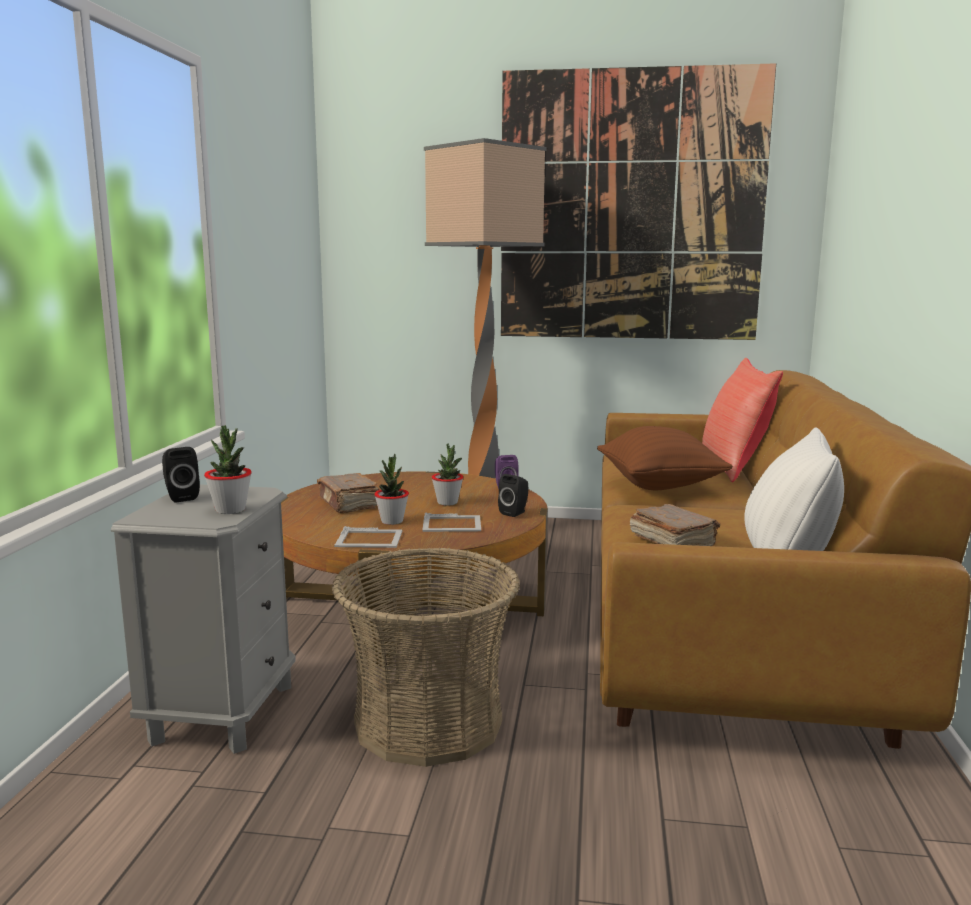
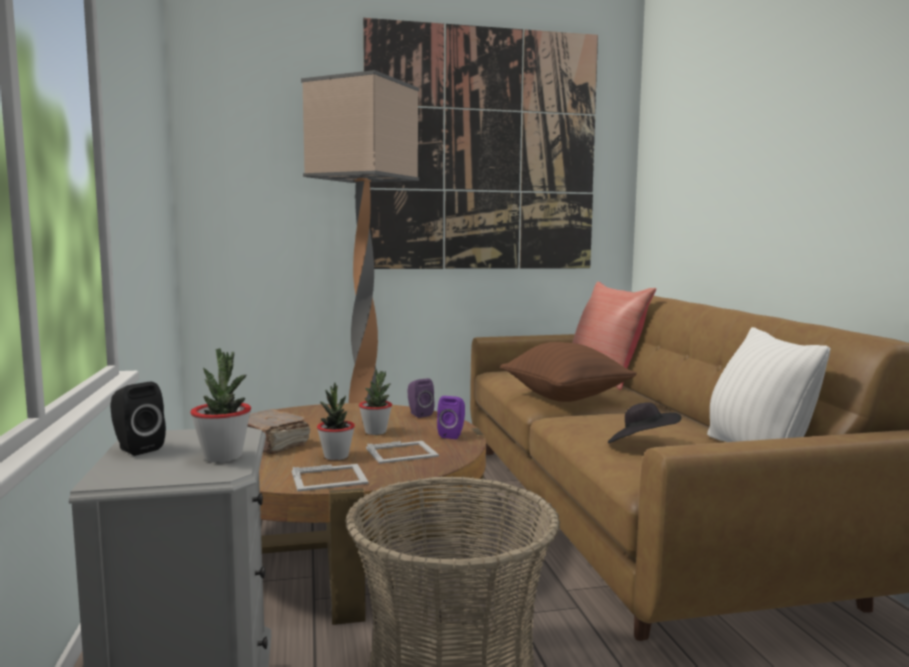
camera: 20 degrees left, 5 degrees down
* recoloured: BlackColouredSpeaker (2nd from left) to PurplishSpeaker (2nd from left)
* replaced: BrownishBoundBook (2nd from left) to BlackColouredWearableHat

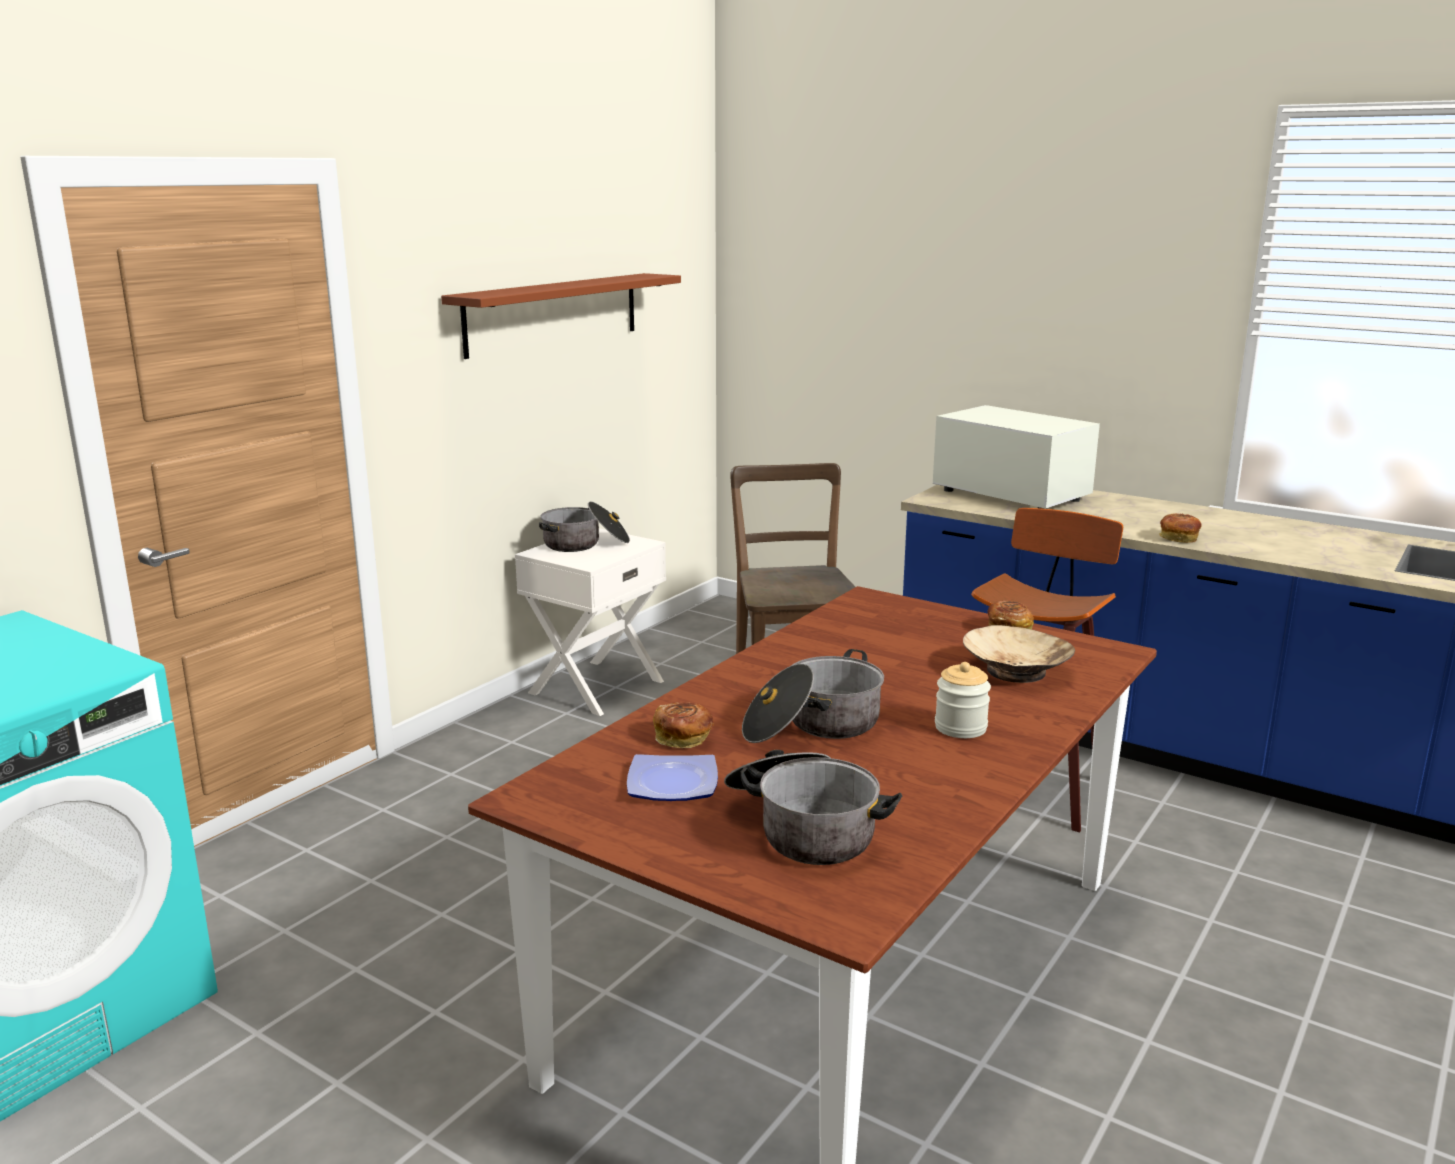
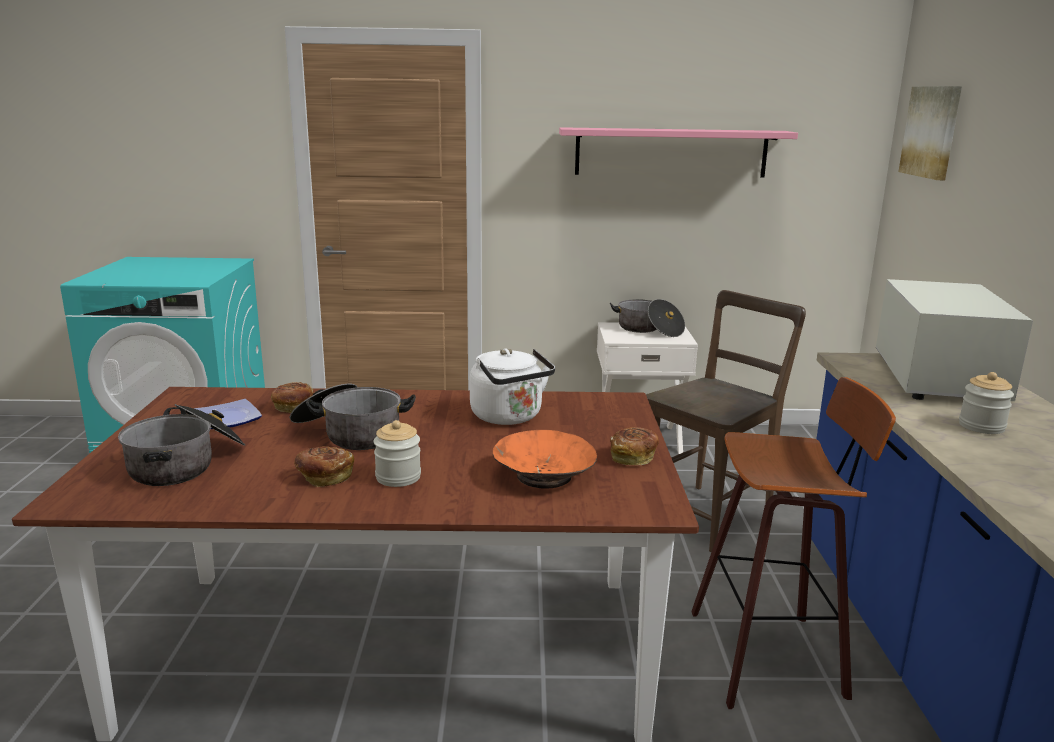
camera: 55 degrees right, 0 degrees up
* moved: BakedBread (3rd from left in the first image) to BakedBread (2nd from left)
* added: WhiteColouredTeaKettle
* recoloured: BeigeDeepDish to OrangeyDeepDish
* recoloured: BrownishWallShelf to PinkWallShelf
* added: WallPicture
* added: Jar (2nd from left)

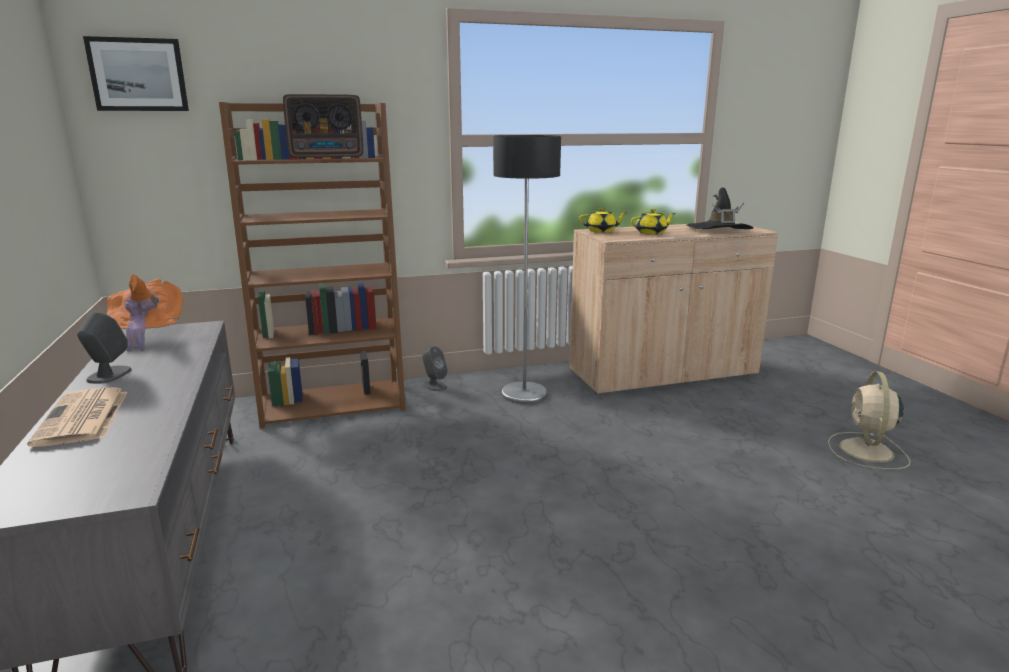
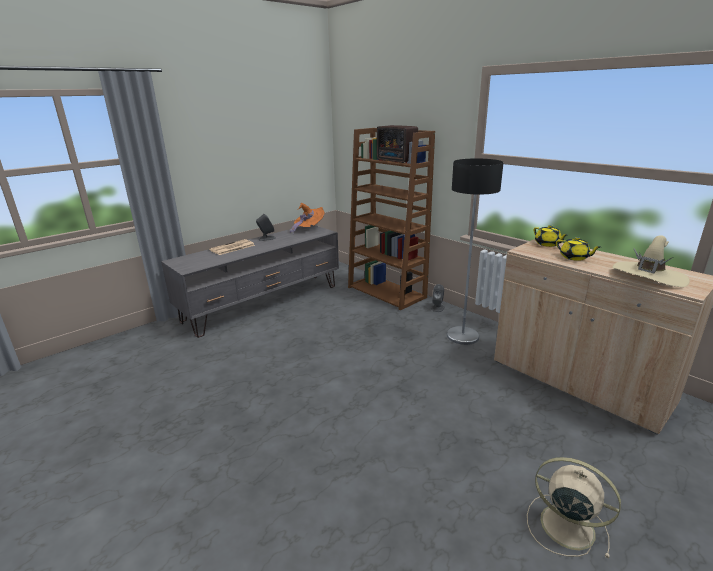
camera: 65 degrees right, 5 degrees up
* turned: BeigeFan 45 degrees clockwise
* recoloured: BlackColouredWearableHat to BeigeWearableHat
* removed: WallPicture

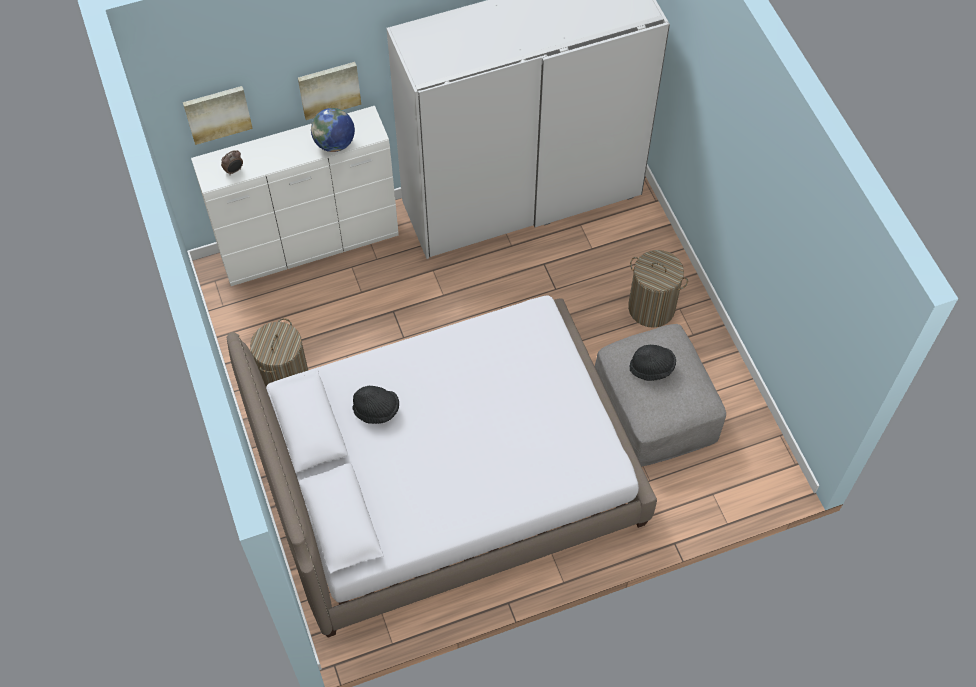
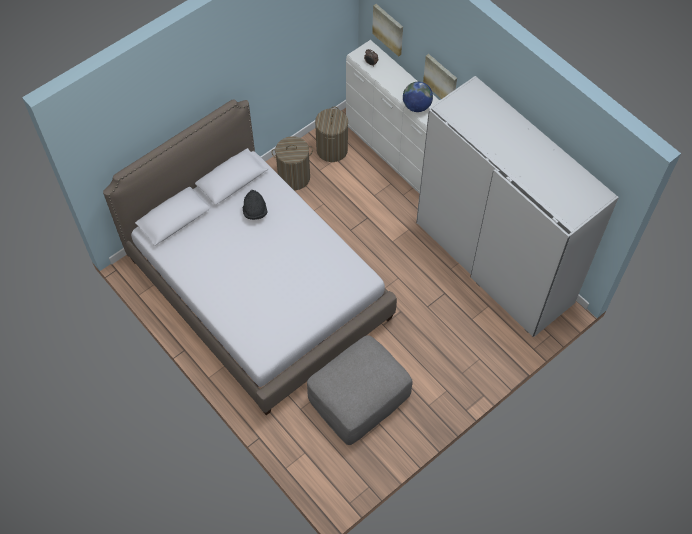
camera: 70 degrees right, 0 degrees up
* moved: LaundryBasket (2nd from left)
* removed: BlackColouredWearableHat (2nd from left)

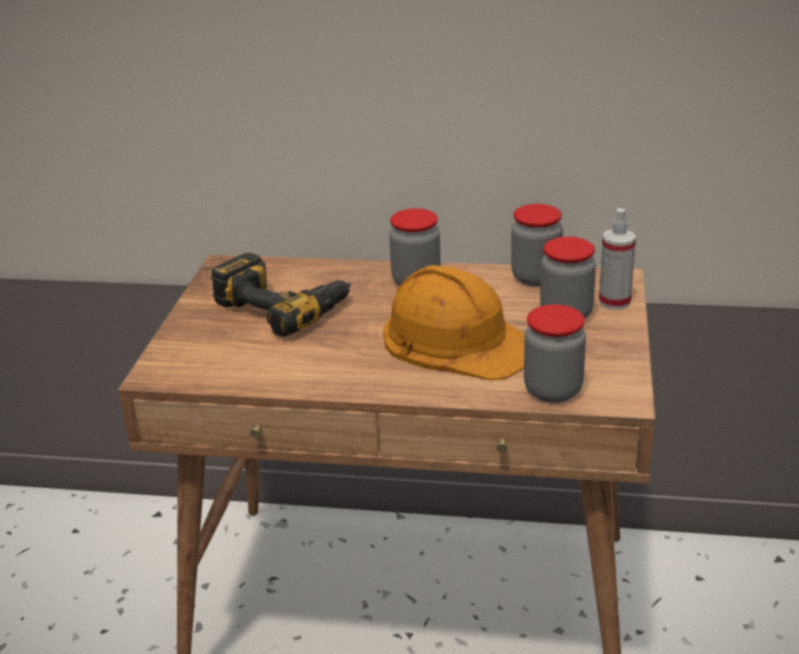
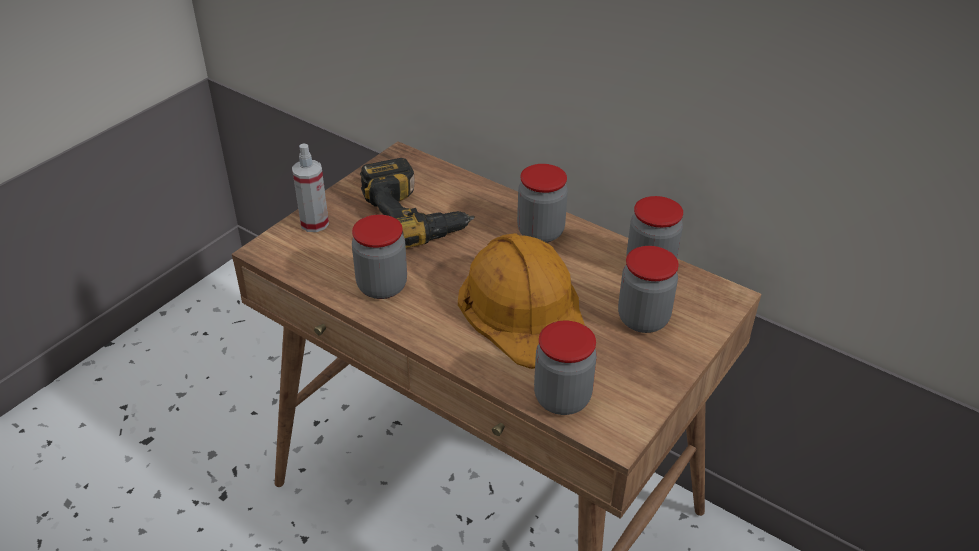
camera: 25 degrees right, 10 degrees up
* moved: SprayBottle
* added: Jar (1st from left)

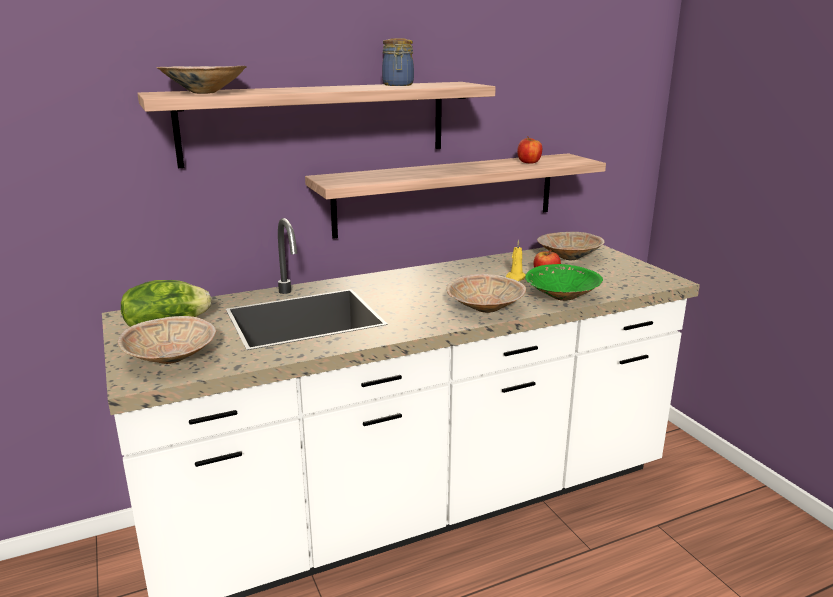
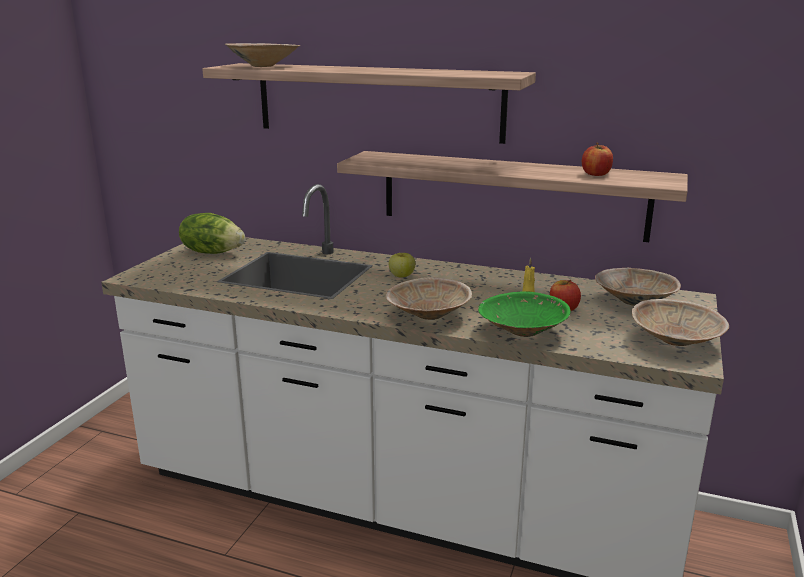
camera: 45 degrees right, 0 degrees up
* added: WholeApple (1st from left)
* moved: BeigeDeepDish (1st from left in the first image) to BeigeDeepDish (4th from left)
* removed: Jar

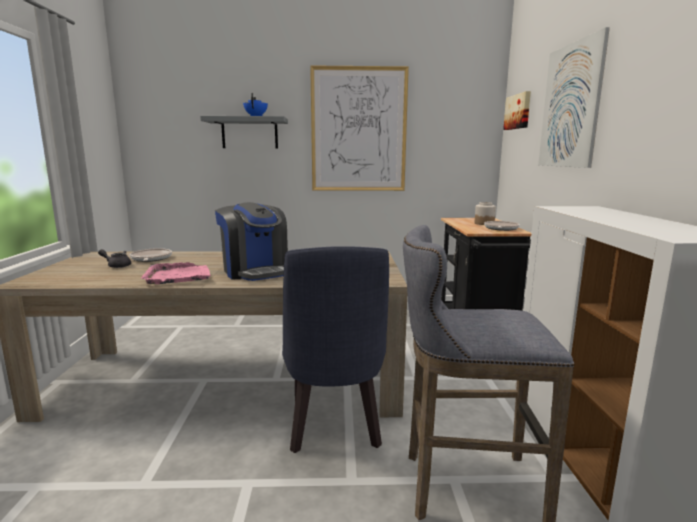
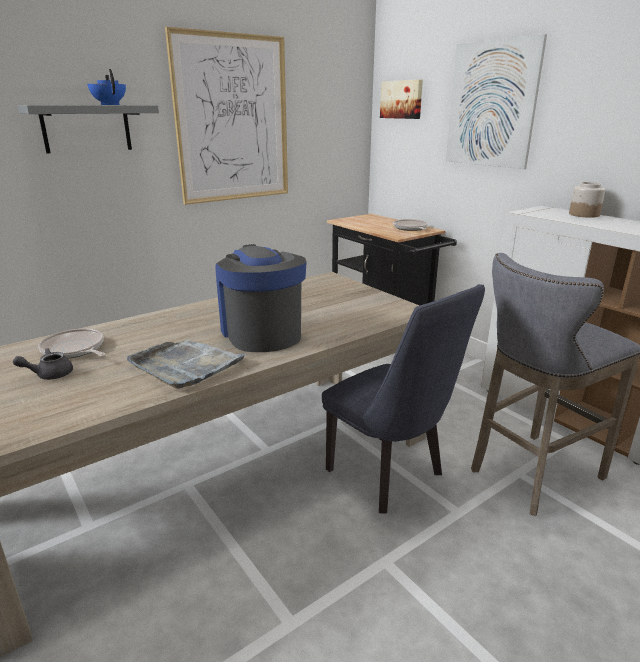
camera: 35 degrees left, 10 degrees up
* recoloured: PinkServingTray to GreyishServingTray
* turned: CoffeeMachine 135 degrees counterclockwise
* moved: Jar

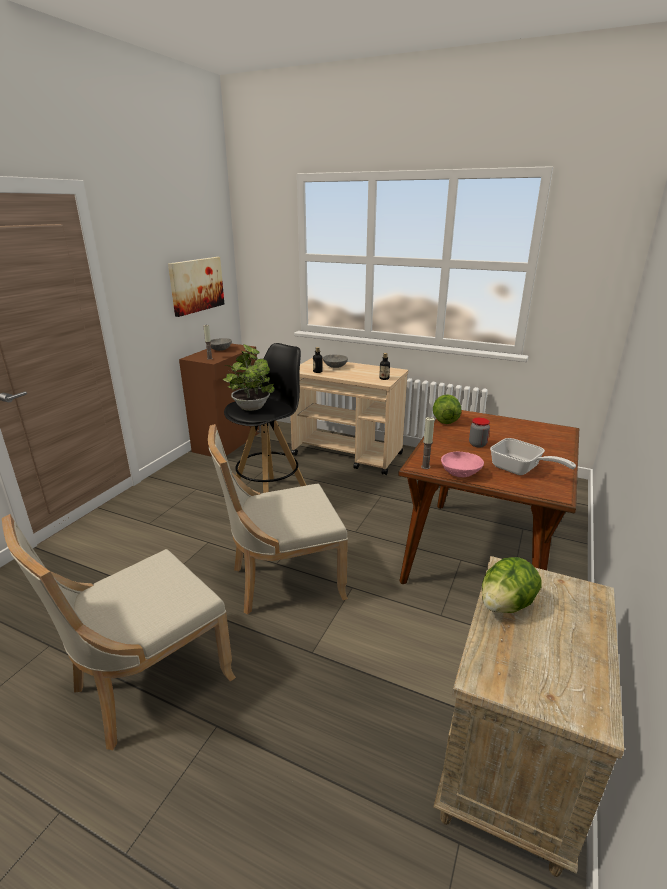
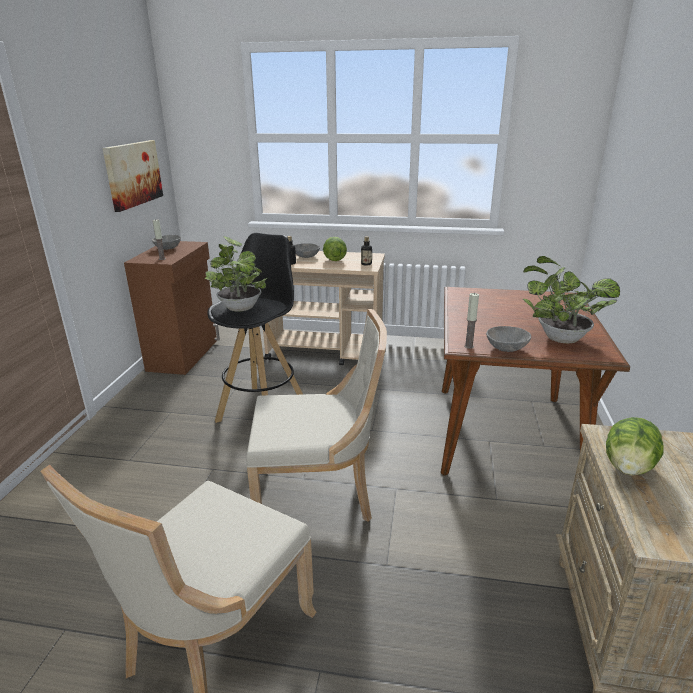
camera: 15 degrees left, 0 degrees up
* turned: BeigeUprightChair (2nd from left) 150 degrees counterclockwise
* moved: HeadOfLettuce (1st from left)
* recoloured: PinkDeepDish to GreyishDeepDish (3rd from left)
* replaced: Skillet to PlantInAPot (2nd from left)
* removed: Jar

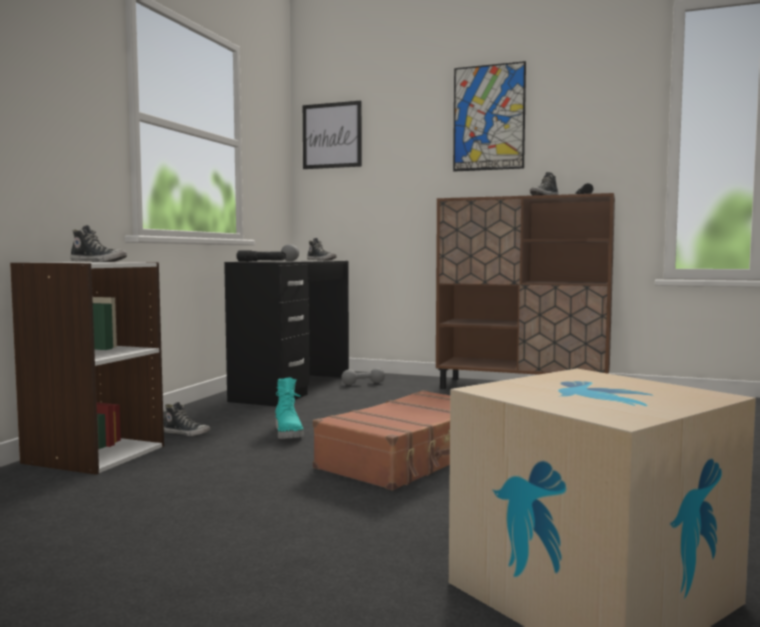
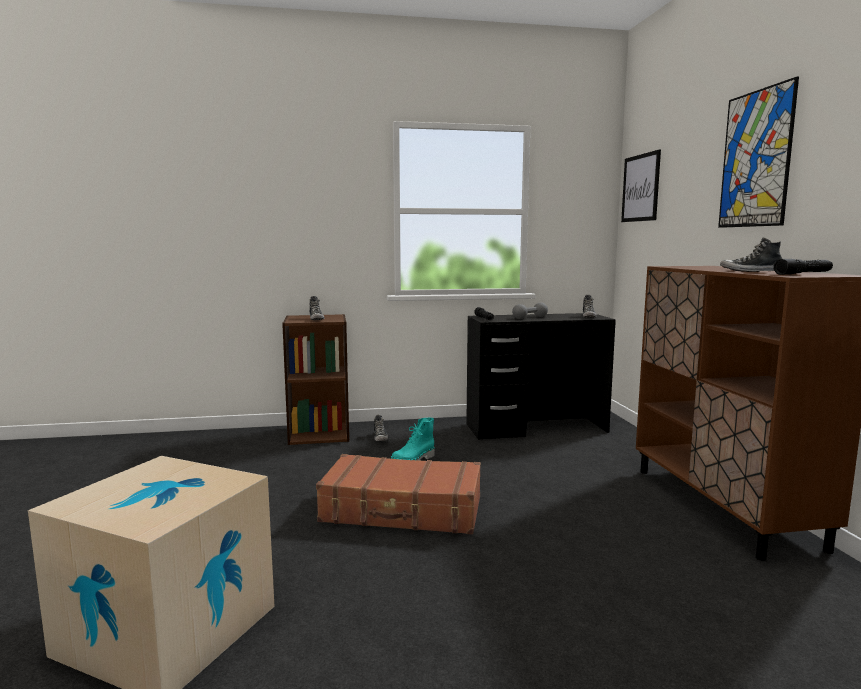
camera: 60 degrees right, 5 degrees up
* recoloured: WhiteColouredBookshelf to BrownishBookshelf
* removed: GreyishFreeWeight (2nd from left)

